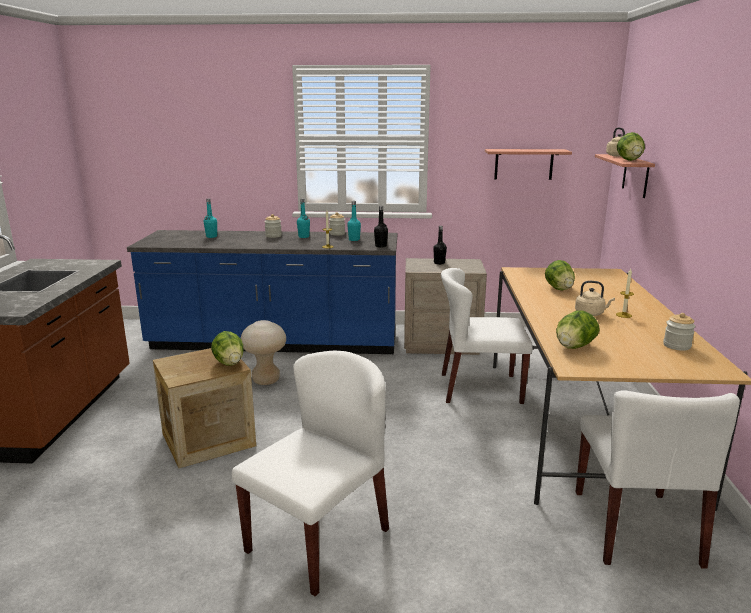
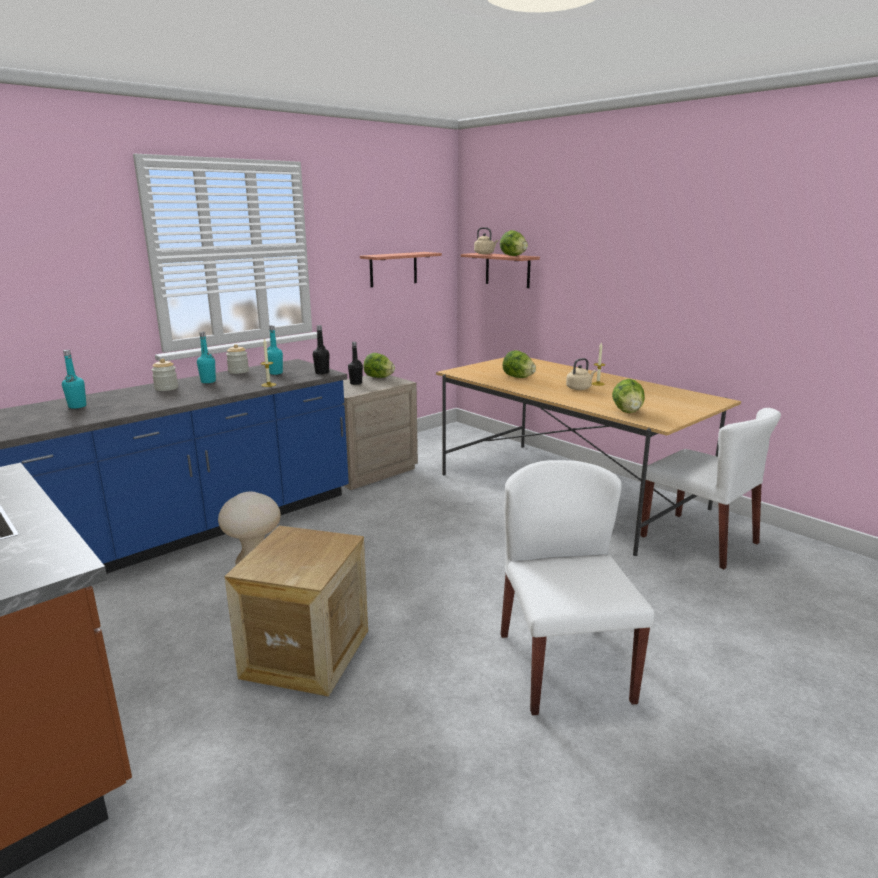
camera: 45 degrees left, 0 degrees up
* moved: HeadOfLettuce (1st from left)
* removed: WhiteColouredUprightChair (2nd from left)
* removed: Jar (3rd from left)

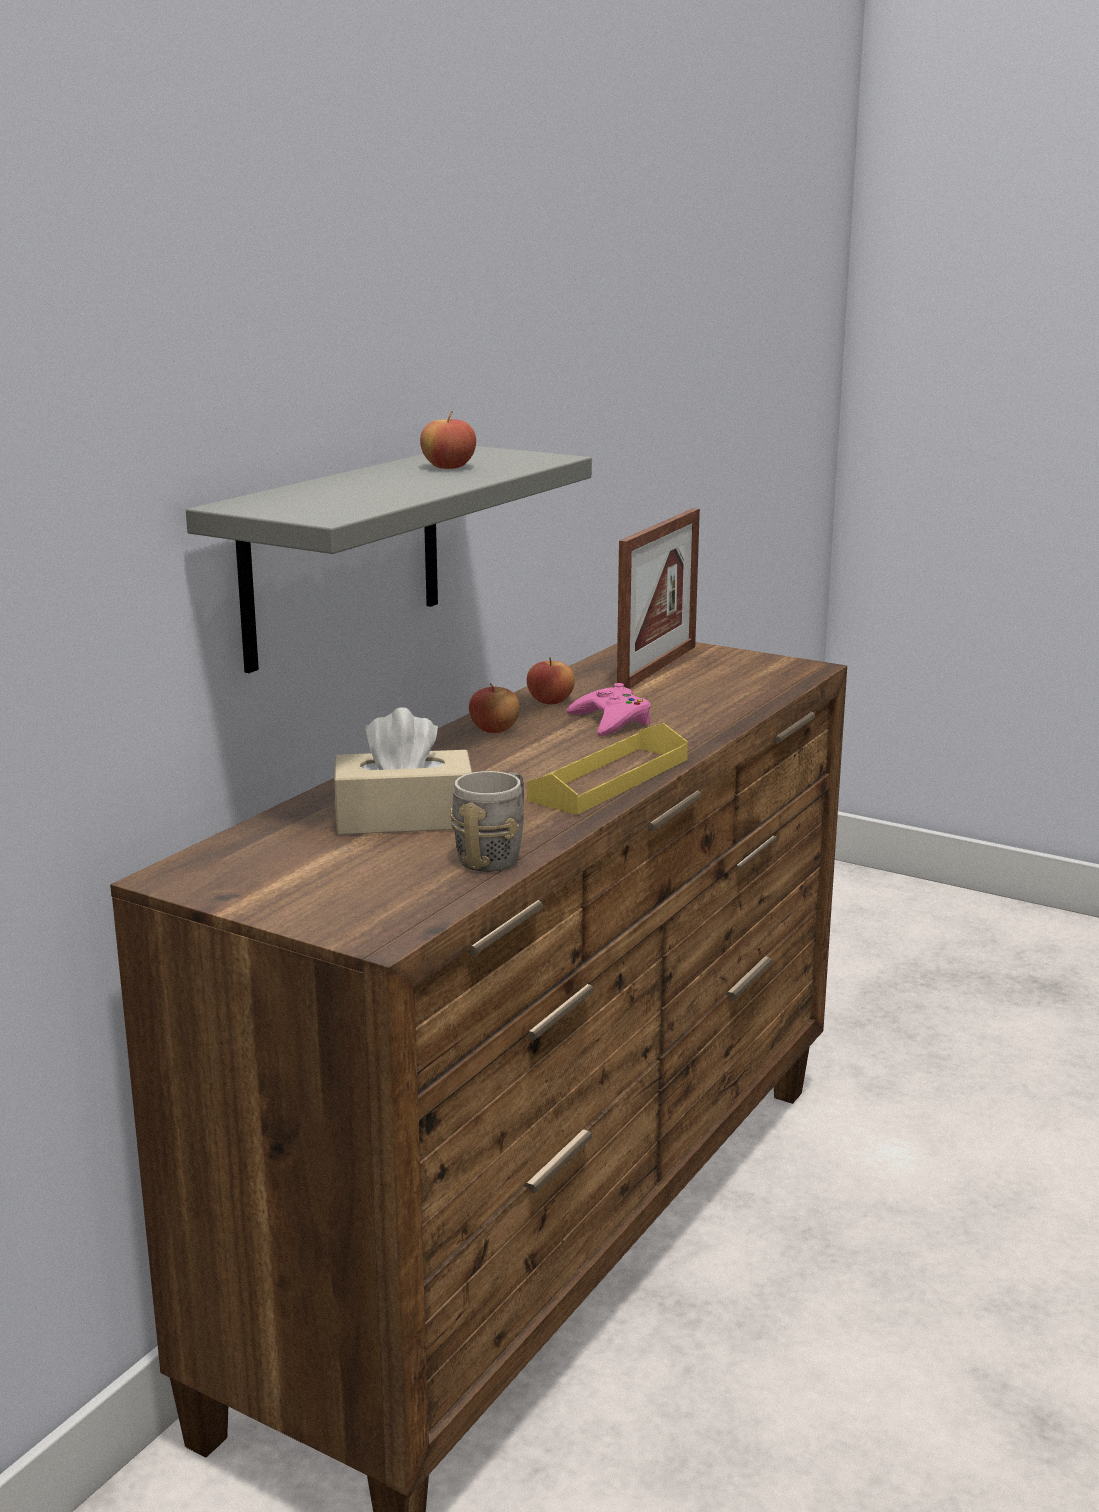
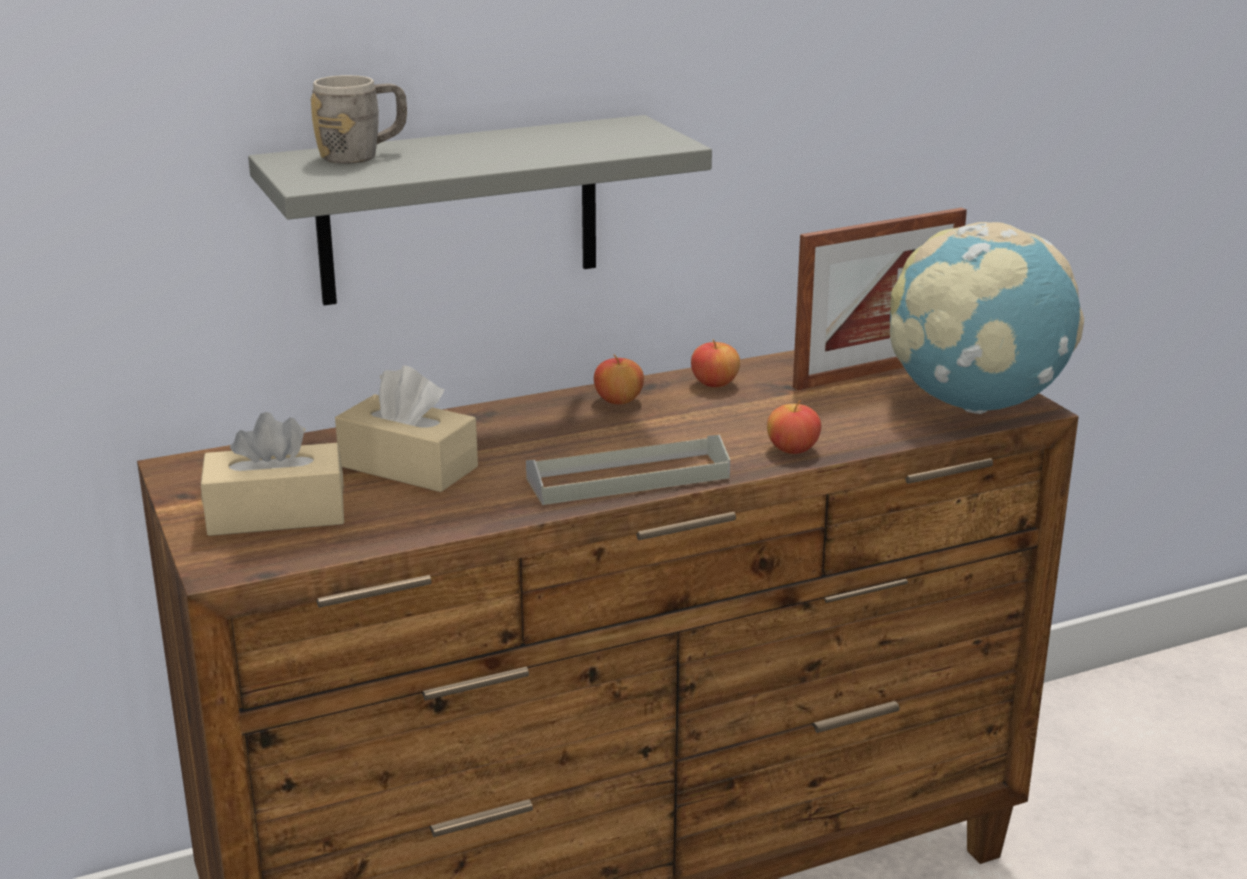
camera: 35 degrees right, 5 degrees up
* added: BeigeTissueHolder (1st from left)
* moved: GreyishTeaMug
* recoloured: YellowColouredServingTray to GreyishServingTray
* moved: WholeApple (1st from left in the first image) to WholeApple (3rd from left)
* added: DeskGlobe
* removed: PinkJoypad

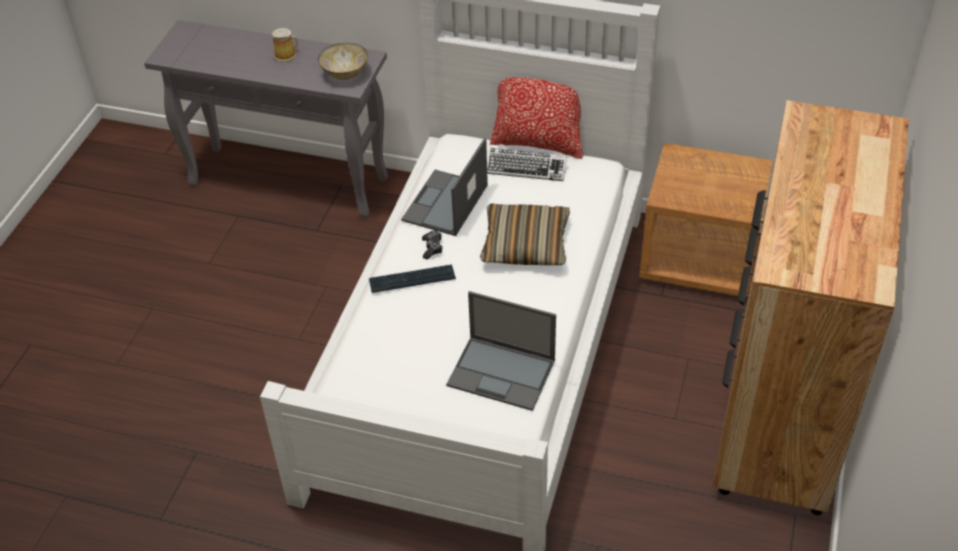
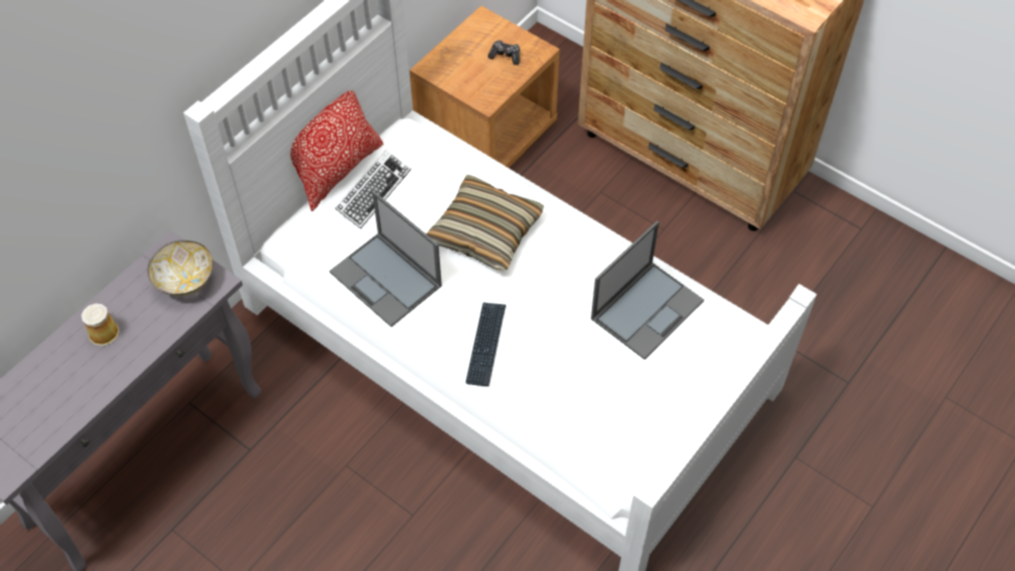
camera: 70 degrees left, 10 degrees up
* moved: Joypad

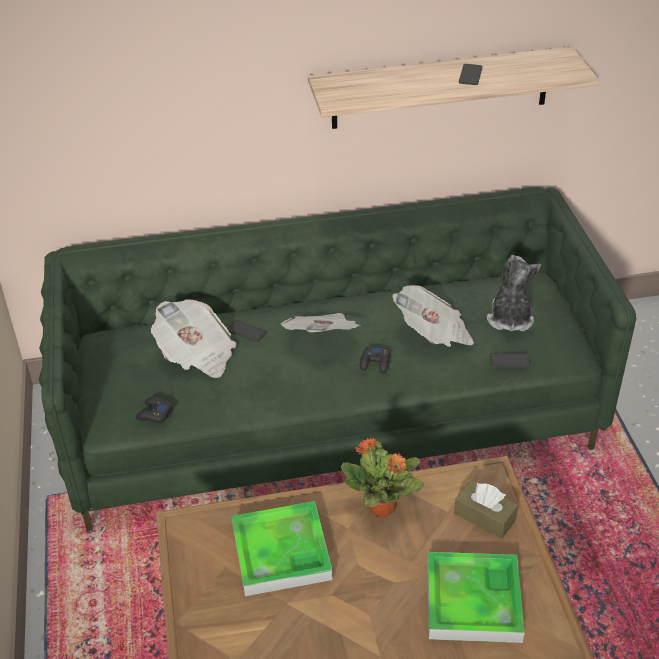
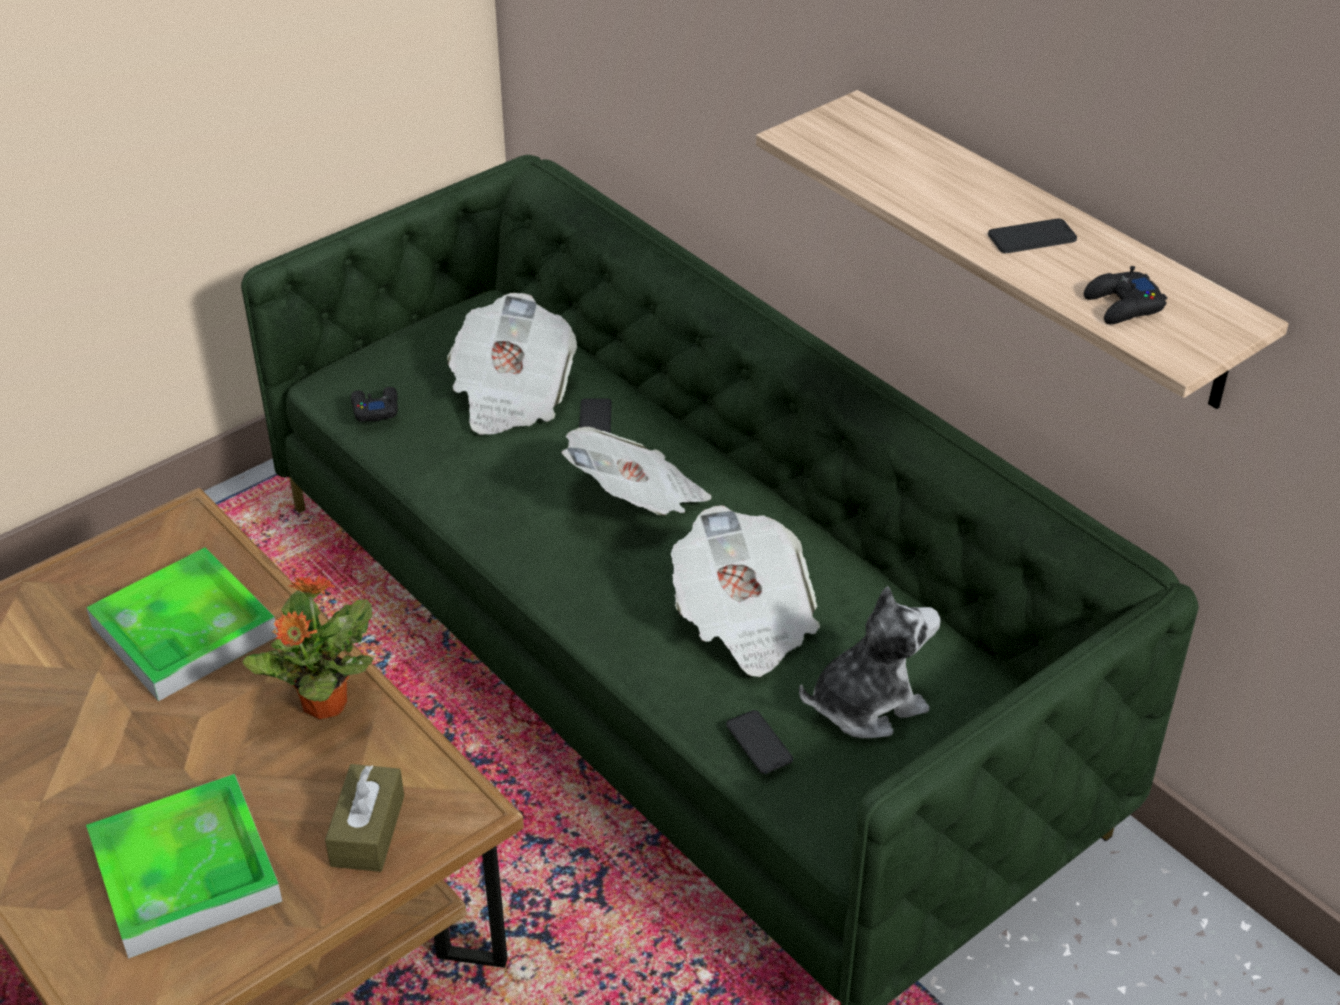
camera: 60 degrees right, 0 degrees up
* moved: BlackColouredJoypad (2nd from left)

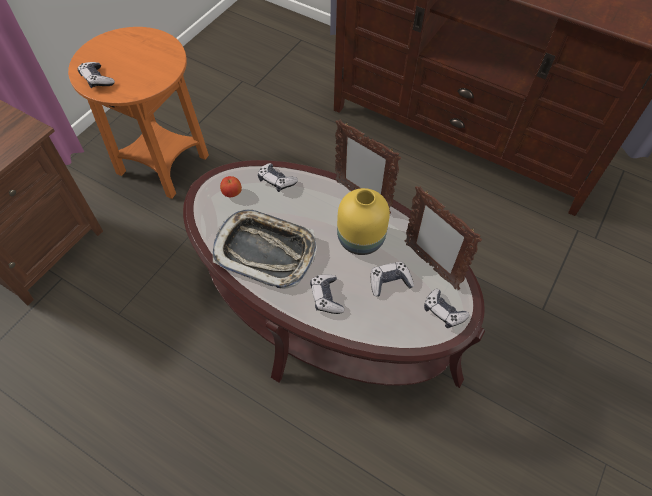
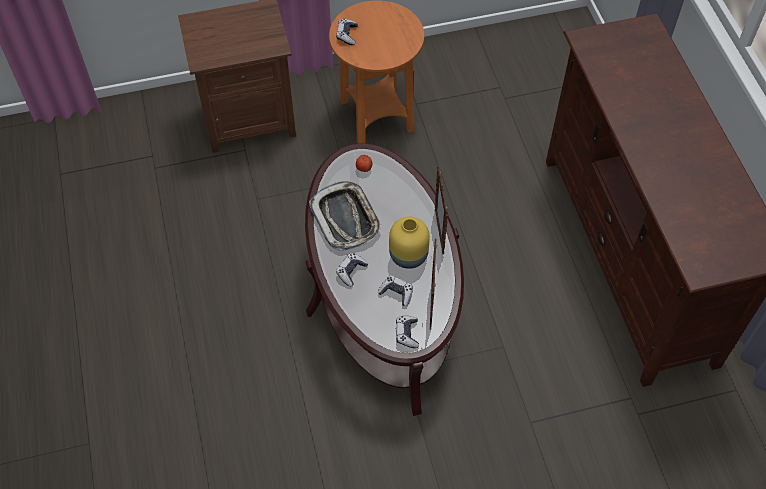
camera: 45 degrees right, 0 degrees up
* removed: Joypad (2nd from left)

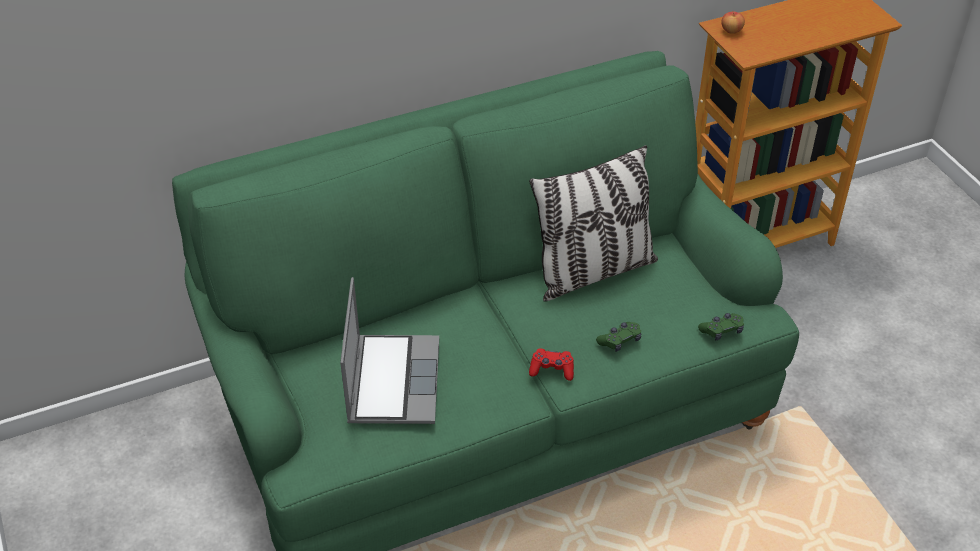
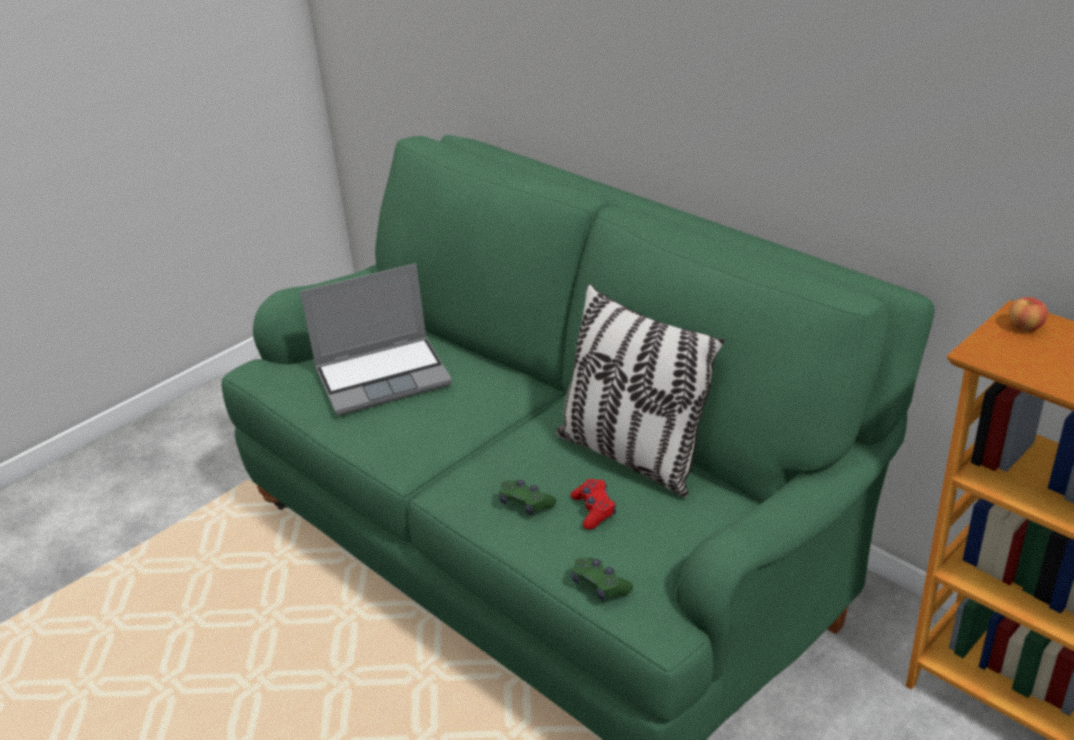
camera: 70 degrees right, 10 degrees down
* moved: RedColouredJoypad

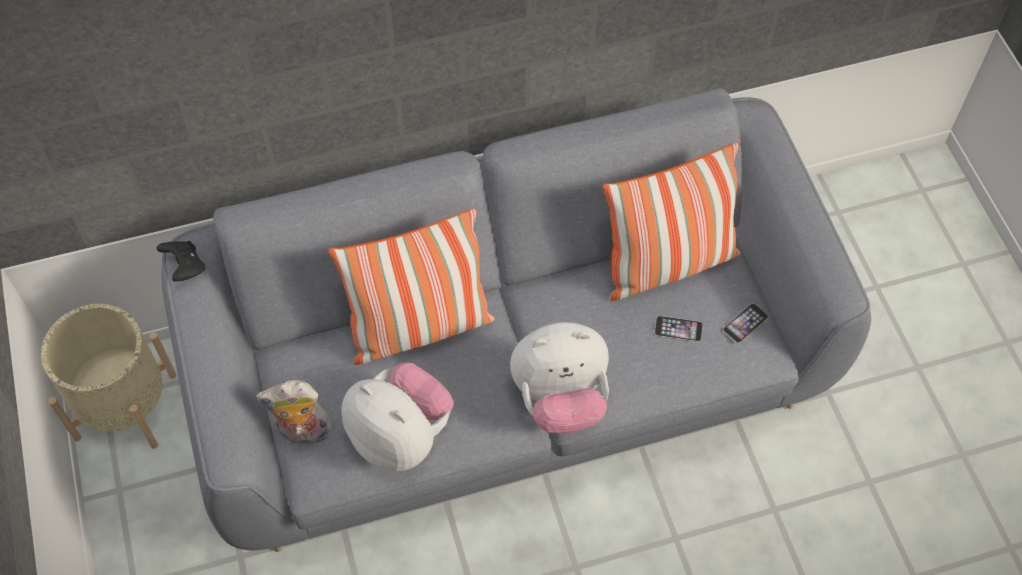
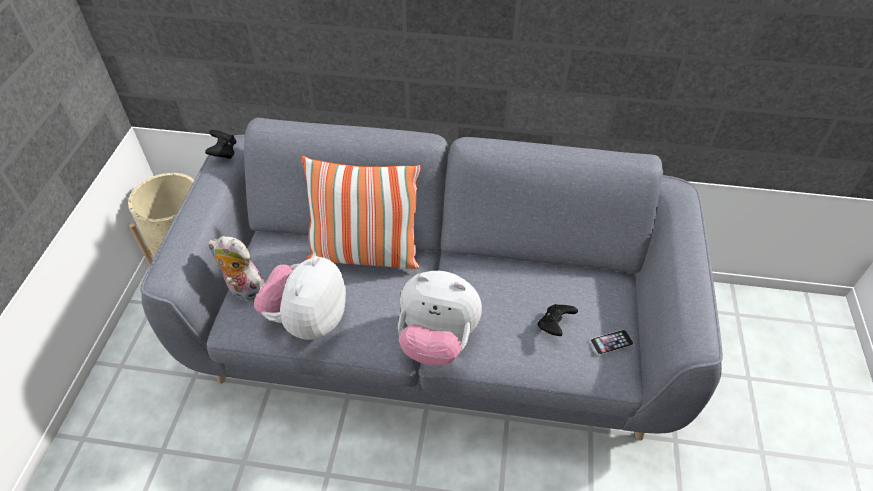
camera: 25 degrees right, 10 degrees down
* turned: PlushToy (2nd from left) 135 degrees counterclockwise
* replaced: Handset (1st from left) to BlackColouredJoypad (2nd from left)
* removed: Cushion (2nd from left)

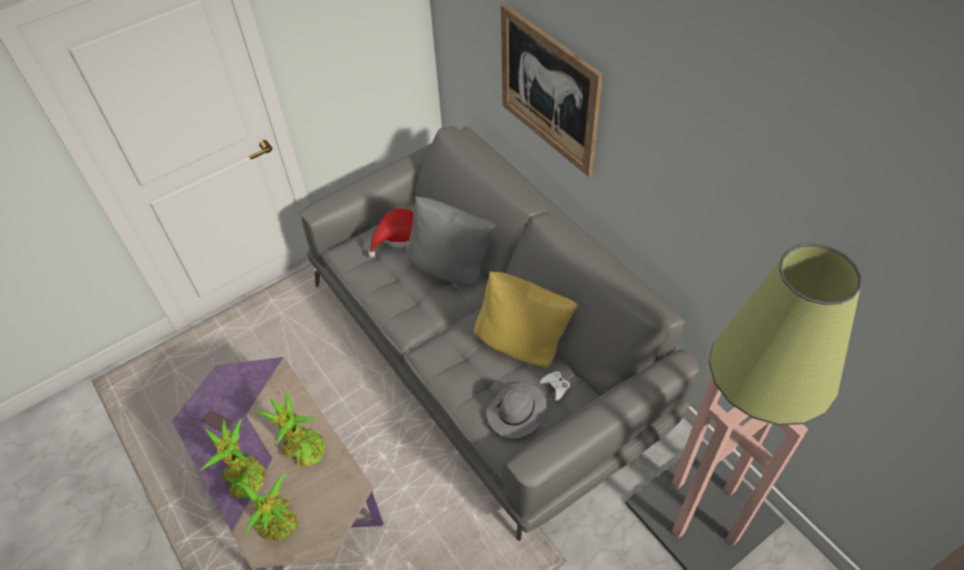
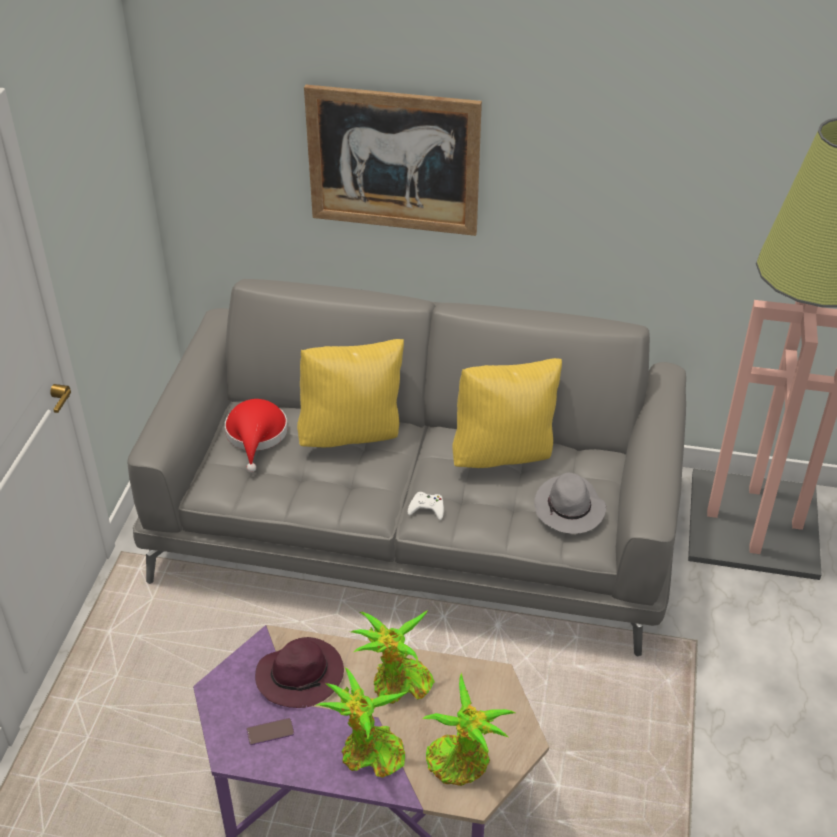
camera: 45 degrees left, 10 degrees down
* added: PurplishWearableHat
* recoloured: GreyishCushion to YellowColouredCushion (1st from left)
* moved: WhiteColouredJoypad

